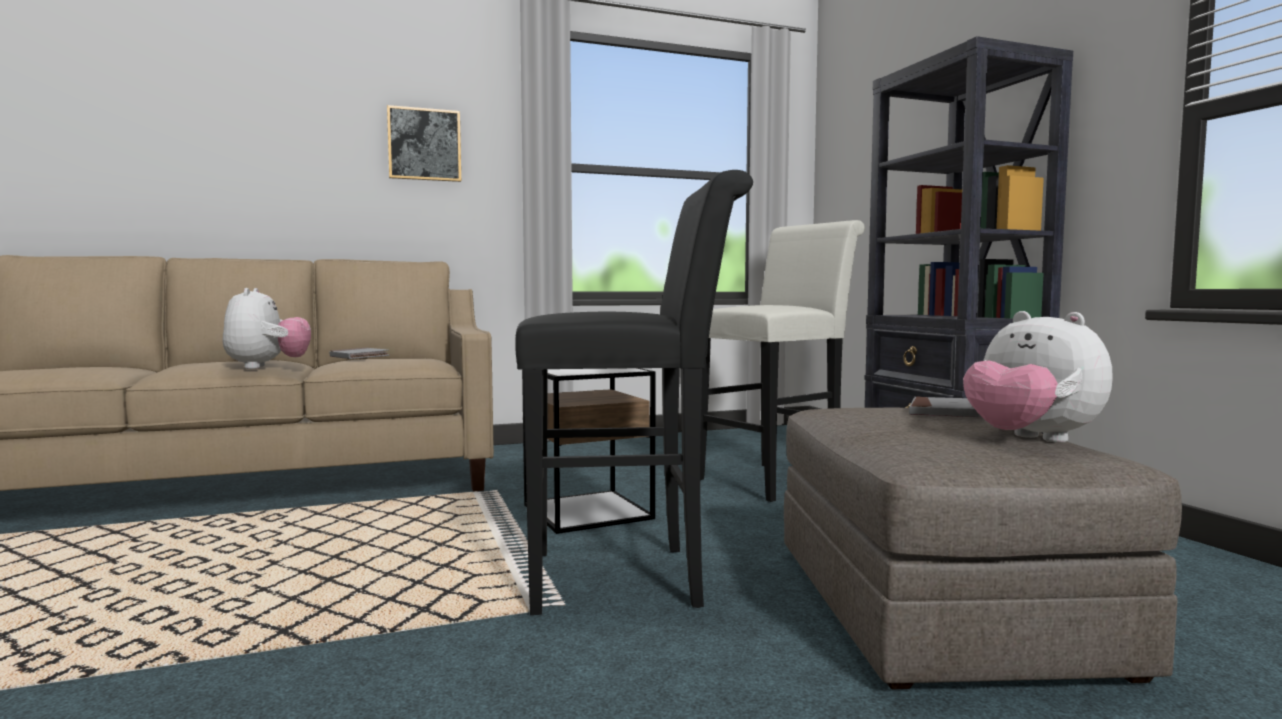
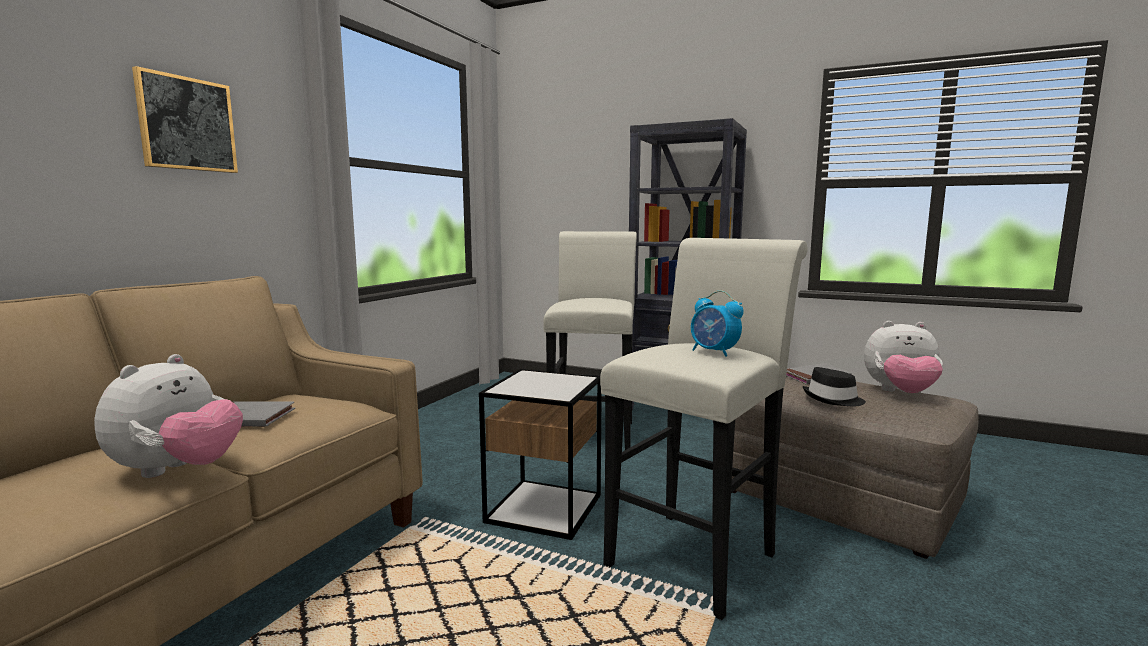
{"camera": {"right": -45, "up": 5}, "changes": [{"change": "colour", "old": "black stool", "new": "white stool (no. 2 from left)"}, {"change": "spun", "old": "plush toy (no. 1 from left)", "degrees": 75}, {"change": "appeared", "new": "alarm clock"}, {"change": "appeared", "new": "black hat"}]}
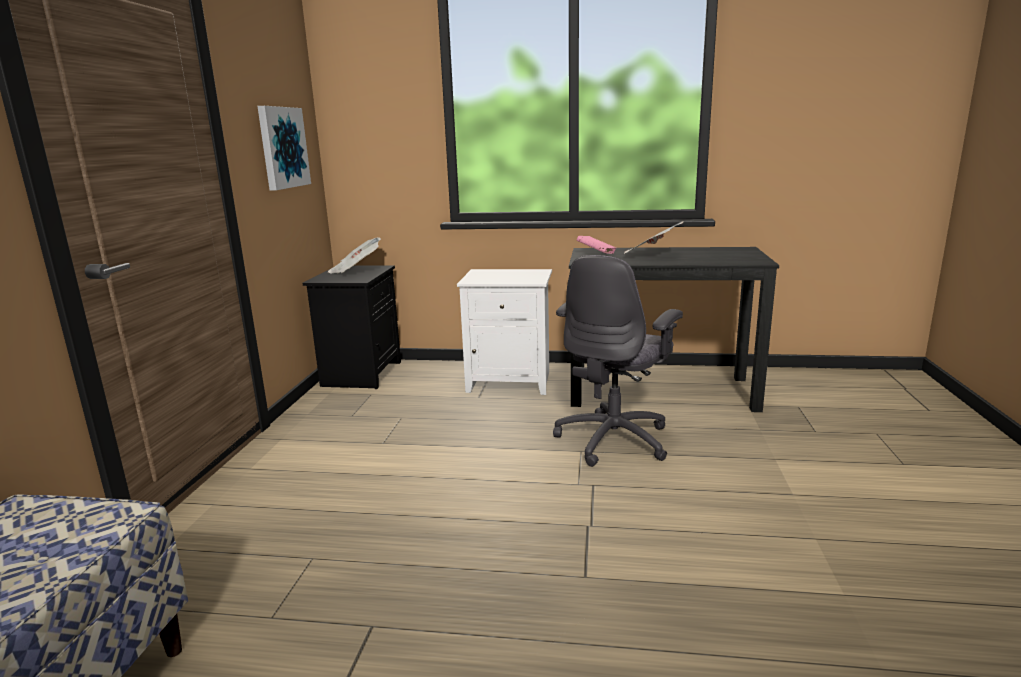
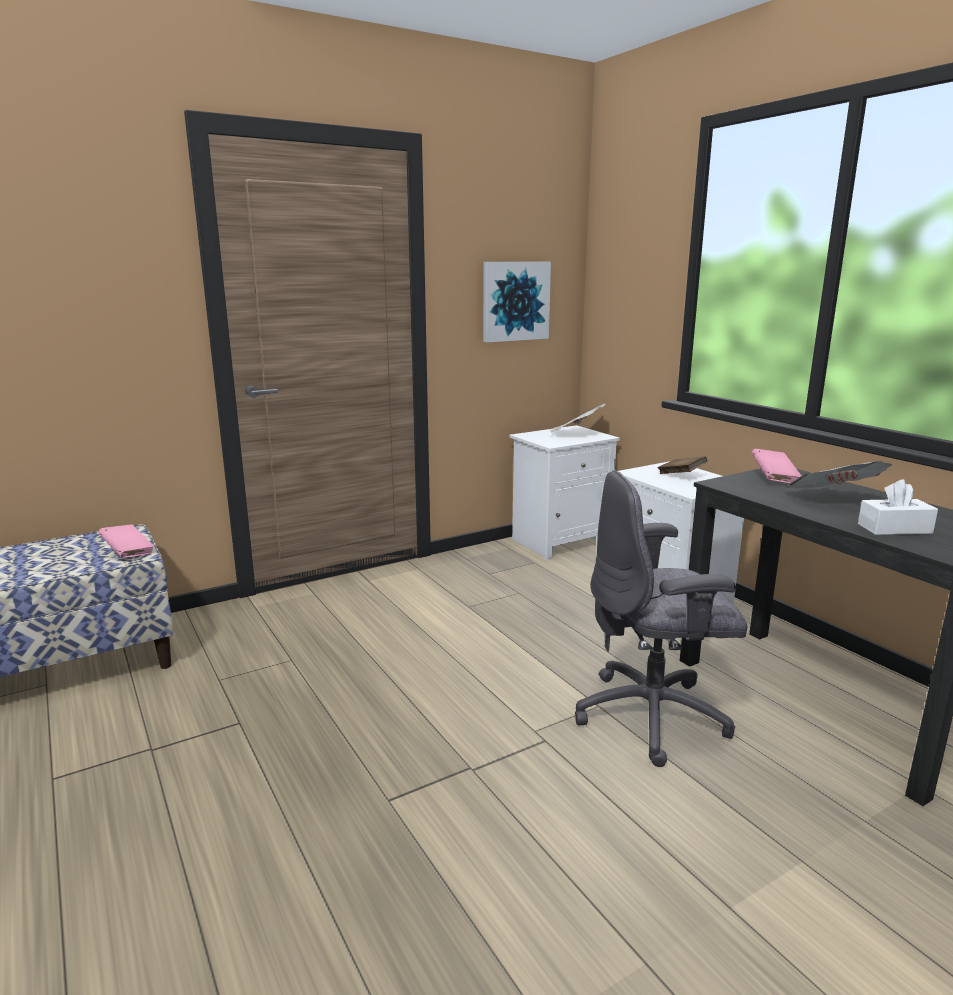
{"camera": {"right": 50, "up": 0}, "changes": [{"change": "colour", "old": "black nightstand", "new": "white nightstand (no. 1 from left)"}, {"change": "appeared", "new": "brown book"}, {"change": "appeared", "new": "white tissue box"}, {"change": "appeared", "new": "pink book (no. 1 from left)"}]}
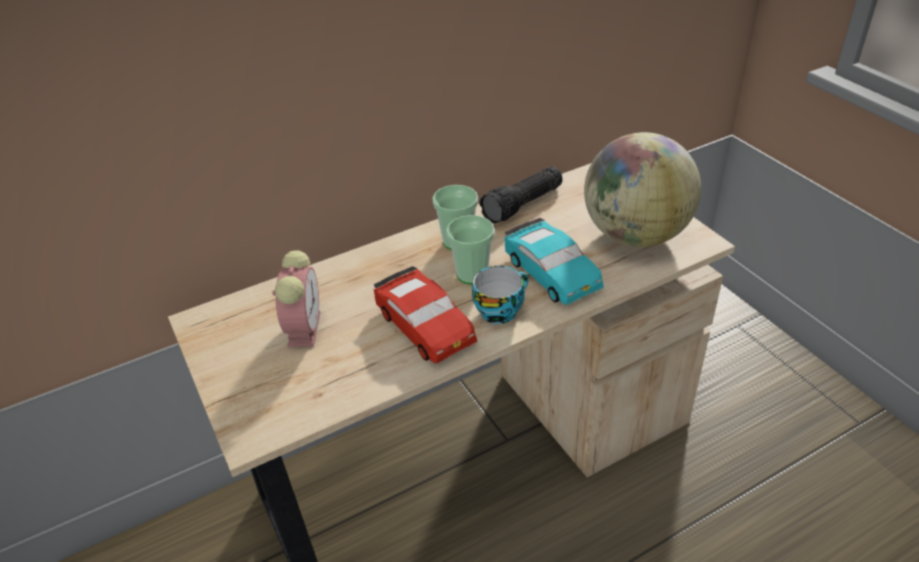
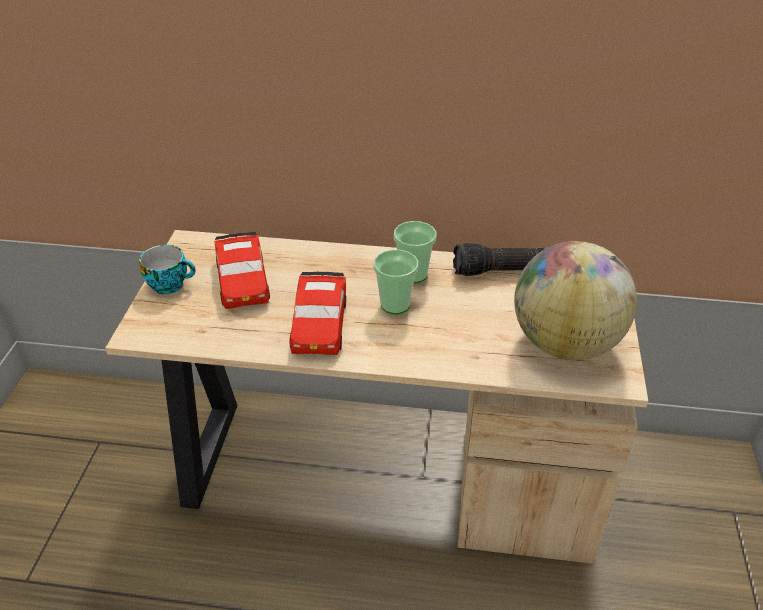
{"camera": {"right": 35, "up": 0}, "changes": [{"change": "missing", "old": "turquoise toy car"}, {"change": "exchanged", "old": "alarm clock", "new": "red toy car (no. 1 from left)"}, {"change": "relocated", "old": "cup (no. 3 from left in the first image)", "new": "cup (no. 1 from left)"}]}
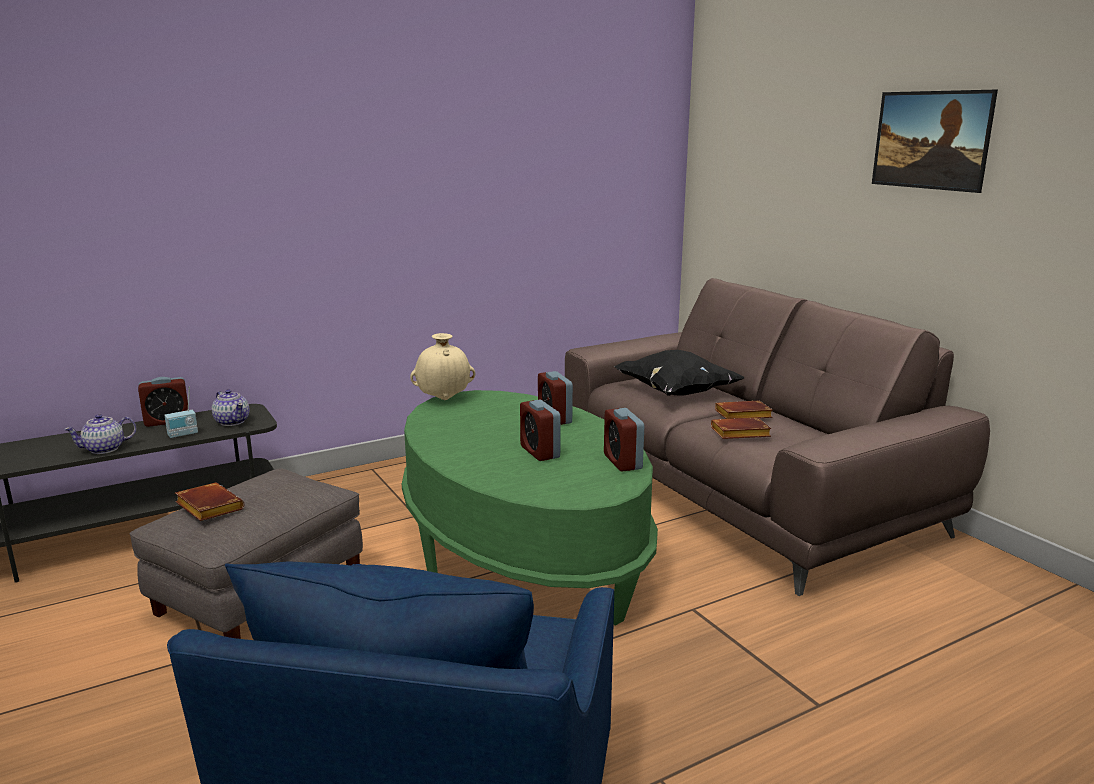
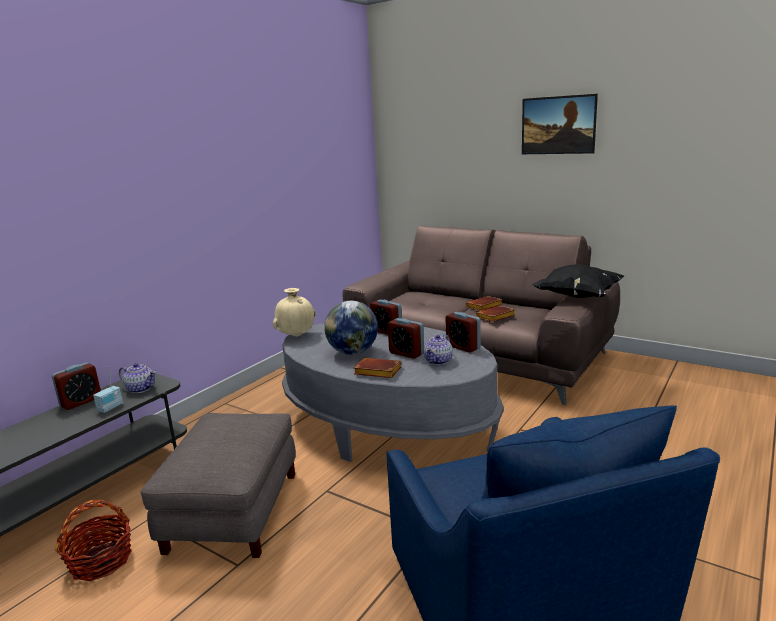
{"camera": {"right": -25, "up": 0}, "changes": [{"change": "relocated", "old": "black pillow"}, {"change": "colour", "old": "green coffee table", "new": "grey coffee table"}, {"change": "relocated", "old": "teapot (no. 1 from left in the first image)", "new": "teapot (no. 2 from left)"}, {"change": "relocated", "old": "brown book (no. 1 from left)"}, {"change": "appeared", "new": "globe"}, {"change": "appeared", "new": "basket"}]}
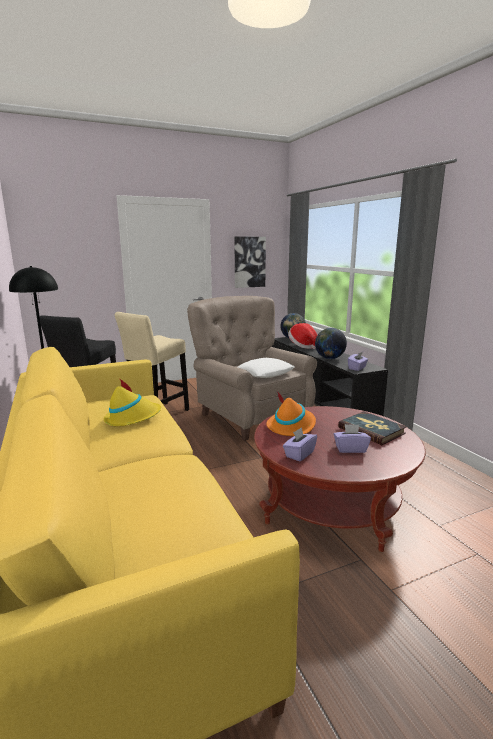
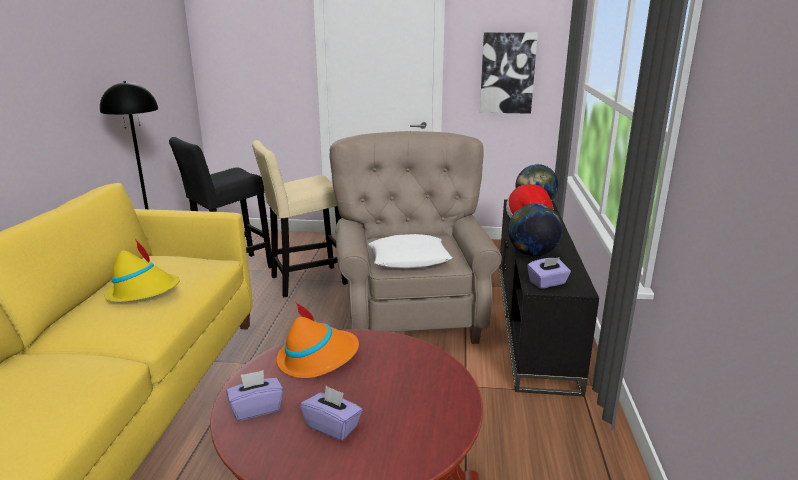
{"camera": {"right": 30, "up": 5}, "changes": [{"change": "missing", "old": "book"}]}
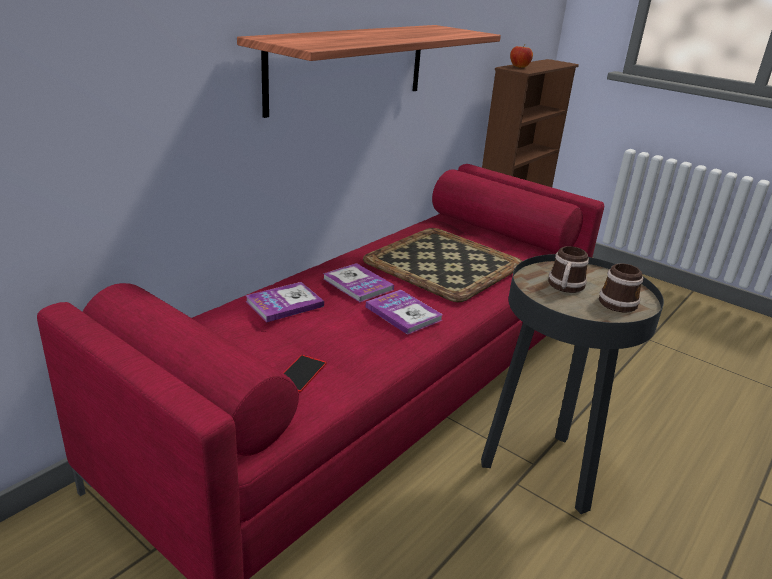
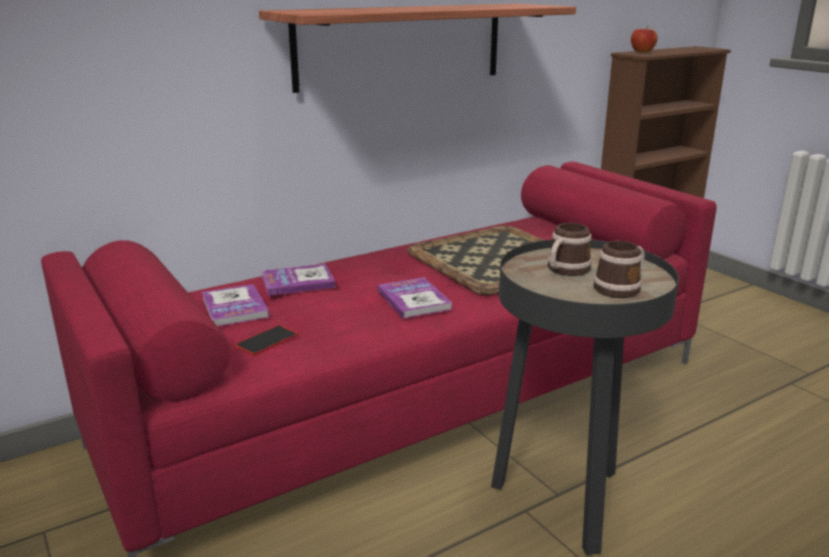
{"camera": {"right": 20, "up": -5}, "changes": [{"change": "relocated", "old": "book (no. 2 from left in the first image)", "new": "book (no. 1 from left)"}]}
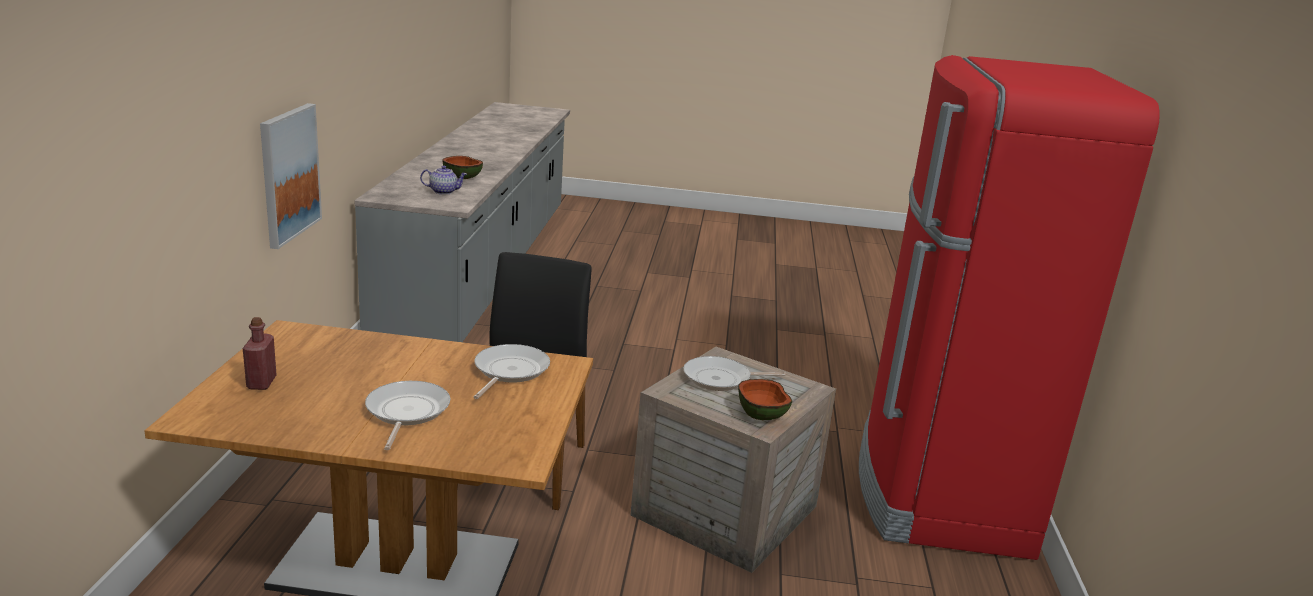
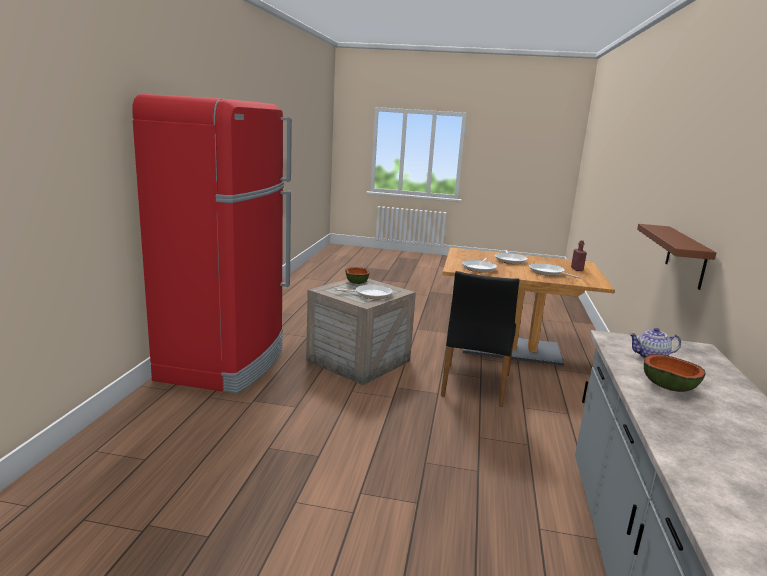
{"camera": {"right": -175, "up": -5}, "changes": [{"change": "exchanged", "old": "picture", "new": "brown shelf"}, {"change": "appeared", "new": "frying pan (no. 4 from left)"}]}
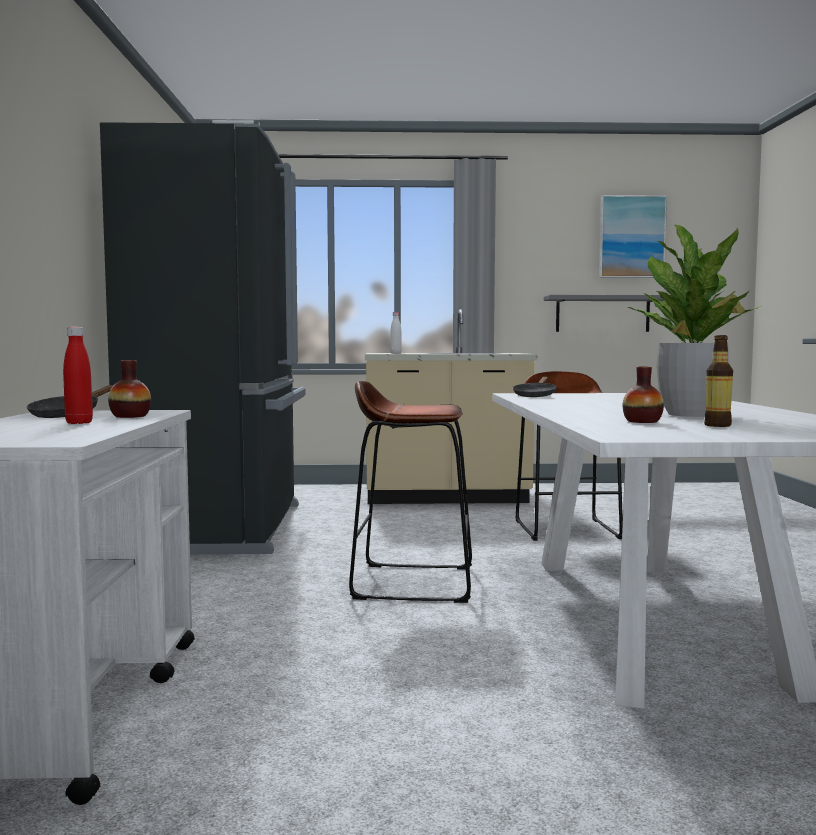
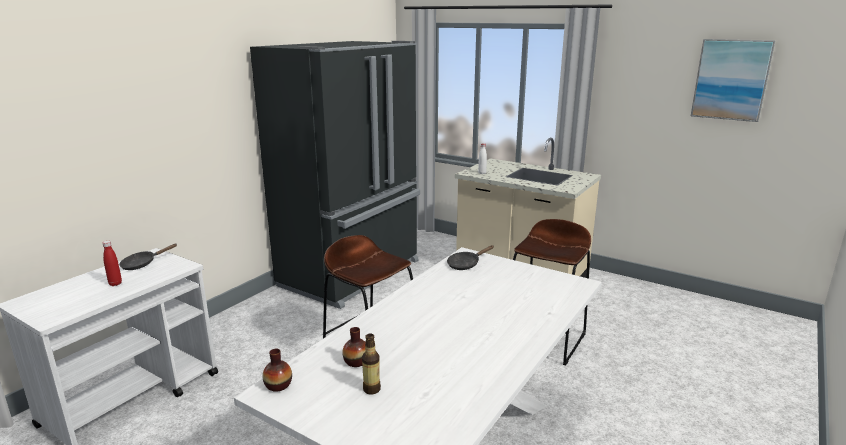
{"camera": {"right": 35, "up": 15}, "changes": [{"change": "missing", "old": "potted plant"}, {"change": "missing", "old": "grey shelf"}, {"change": "relocated", "old": "vase (no. 1 from left)"}]}
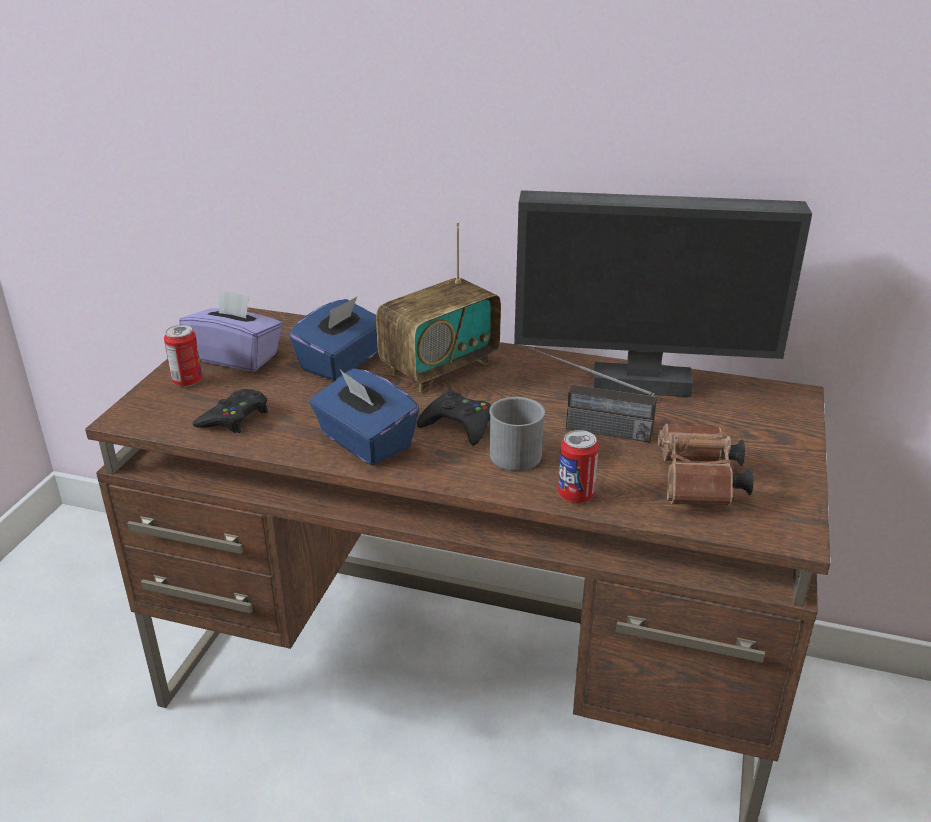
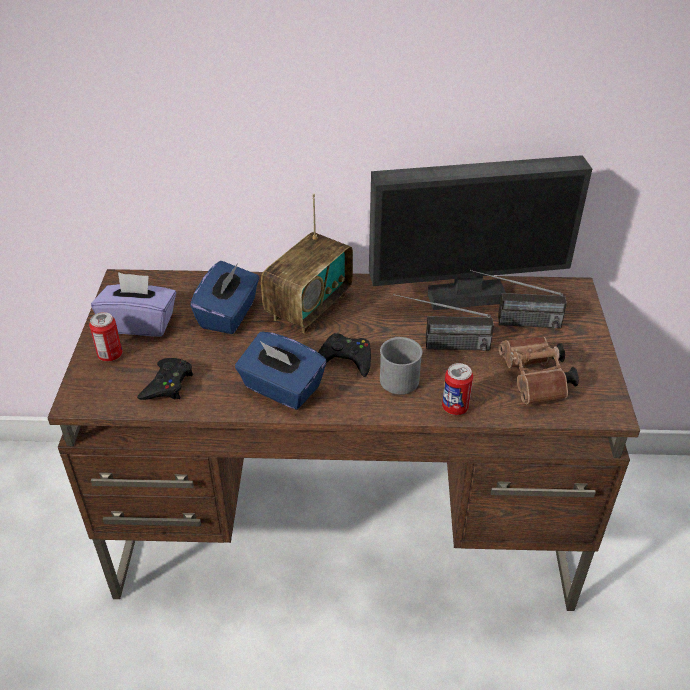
{"camera": {"right": -15, "up": 10}, "changes": [{"change": "appeared", "new": "radio (no. 3 from left)"}]}
